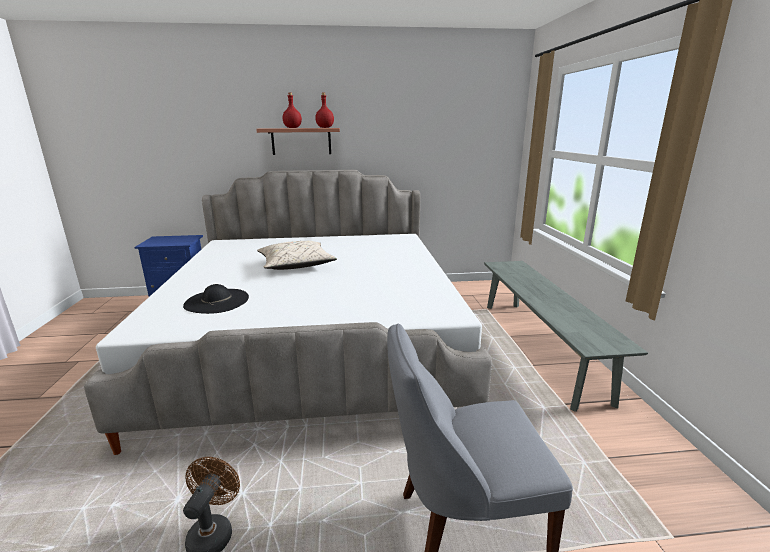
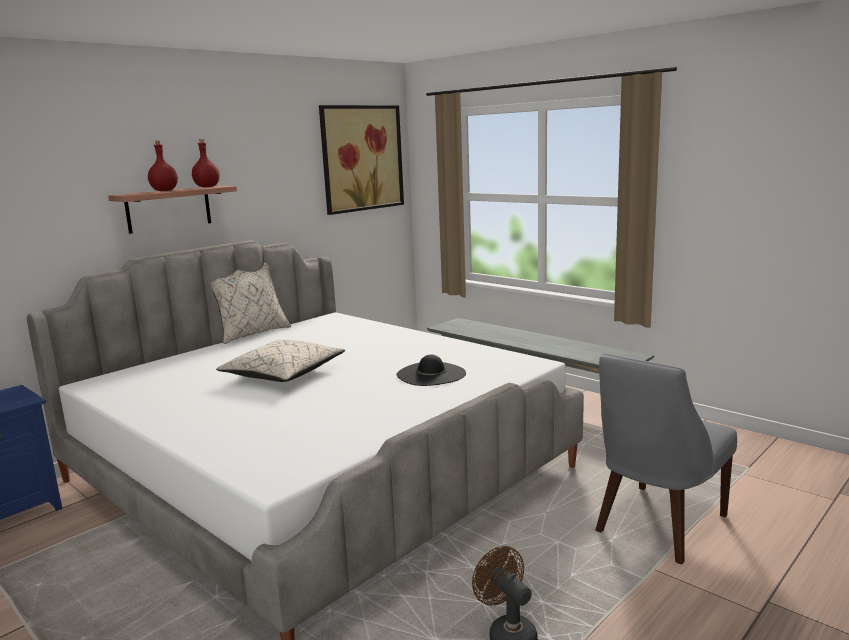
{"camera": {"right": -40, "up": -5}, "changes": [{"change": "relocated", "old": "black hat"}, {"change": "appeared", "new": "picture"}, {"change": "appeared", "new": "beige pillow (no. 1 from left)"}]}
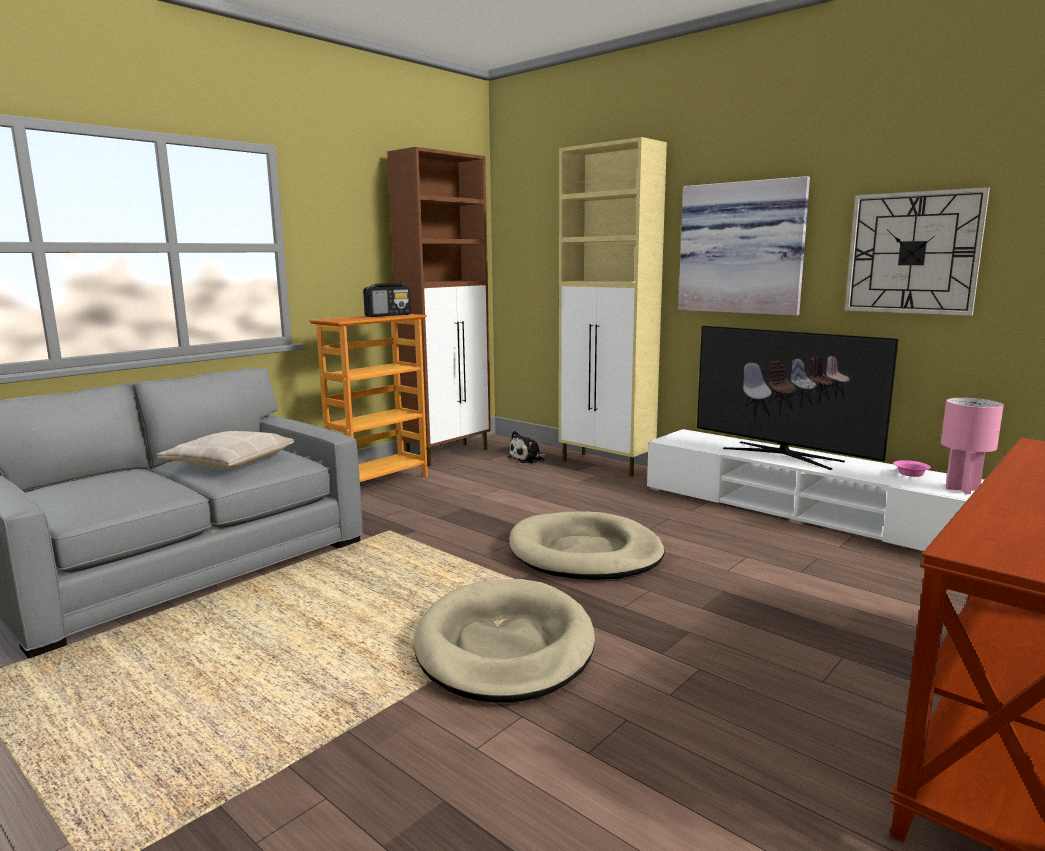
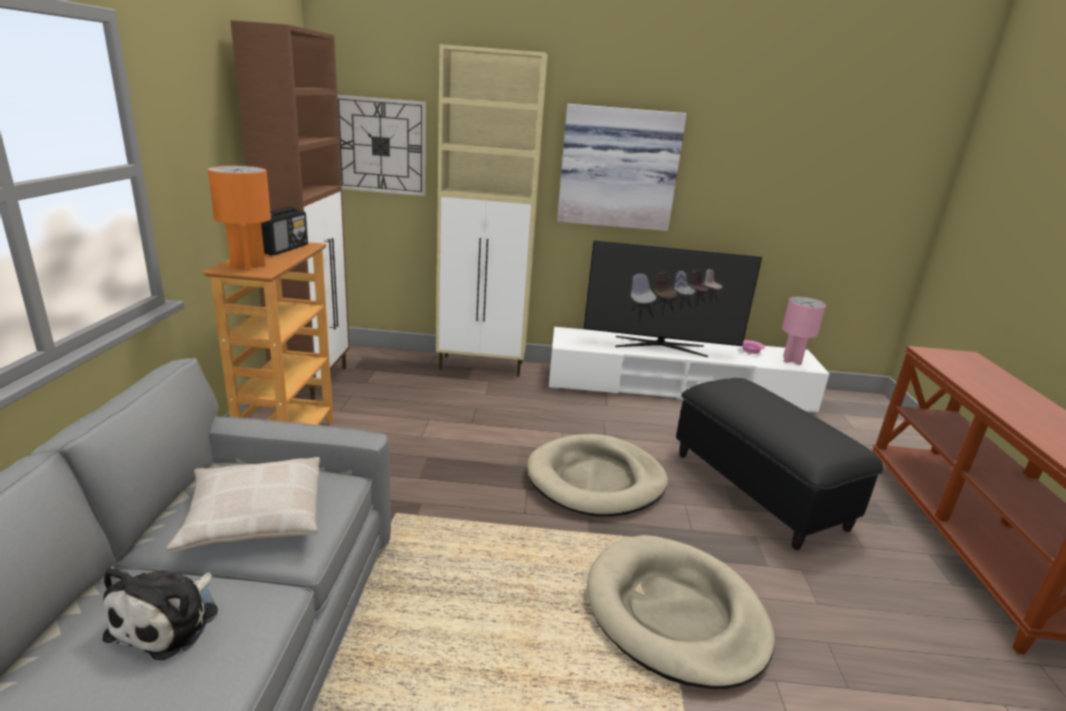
{"camera": {"right": -40, "up": 10}, "changes": [{"change": "relocated", "old": "wall clock"}, {"change": "relocated", "old": "plush toy"}, {"change": "appeared", "new": "orange table lamp"}, {"change": "appeared", "new": "black ottoman"}]}
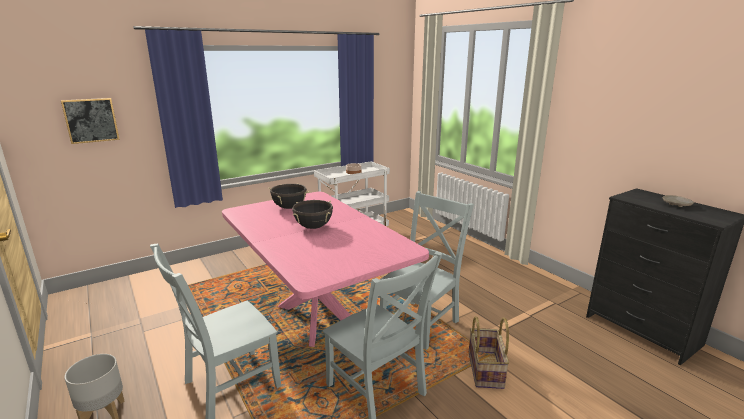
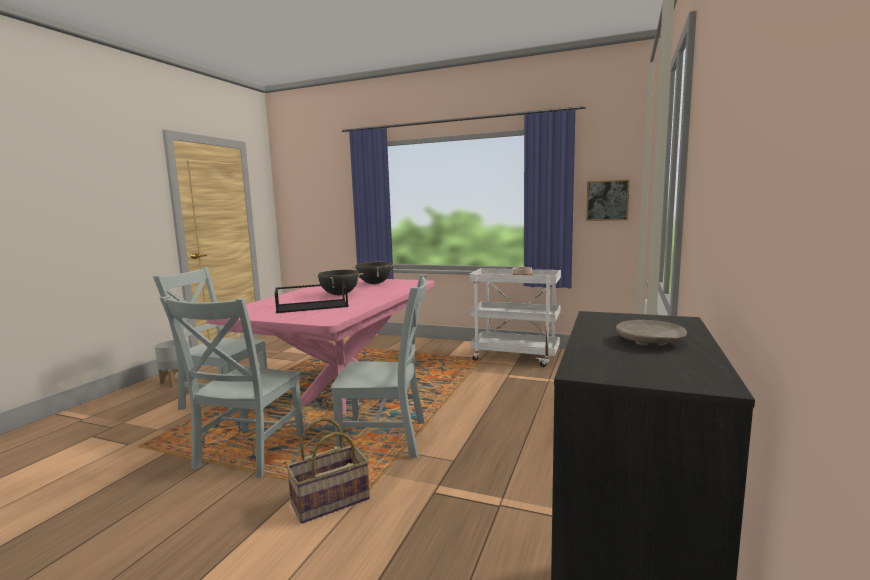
{"camera": {"right": 55, "up": -10}, "changes": [{"change": "relocated", "old": "picture"}, {"change": "appeared", "new": "black tray"}]}
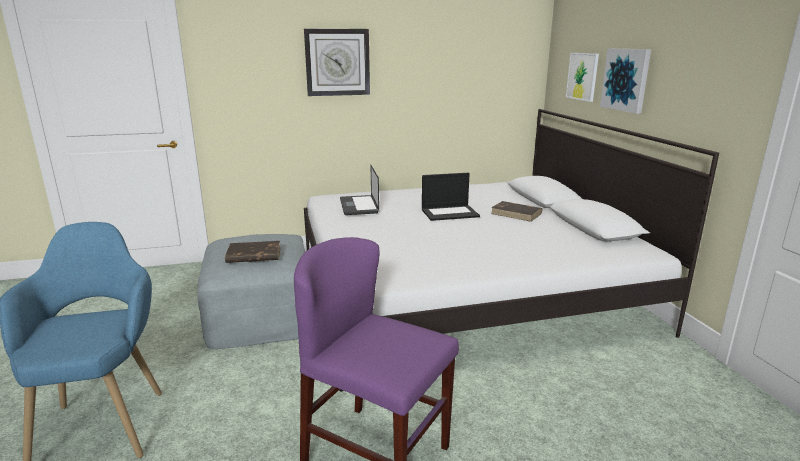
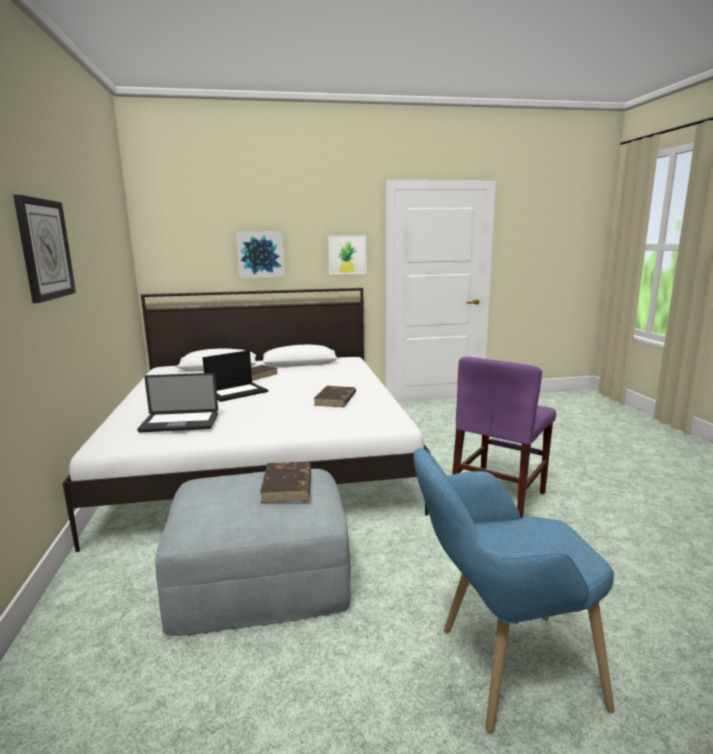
{"camera": {"right": -85, "up": -5}, "changes": [{"change": "relocated", "old": "picture (no. 1 from left in the first image)", "new": "picture (no. 2 from left)"}, {"change": "spun", "old": "laptop (no. 2 from left)", "degrees": 60}, {"change": "appeared", "new": "brown book (no. 3 from left)"}]}
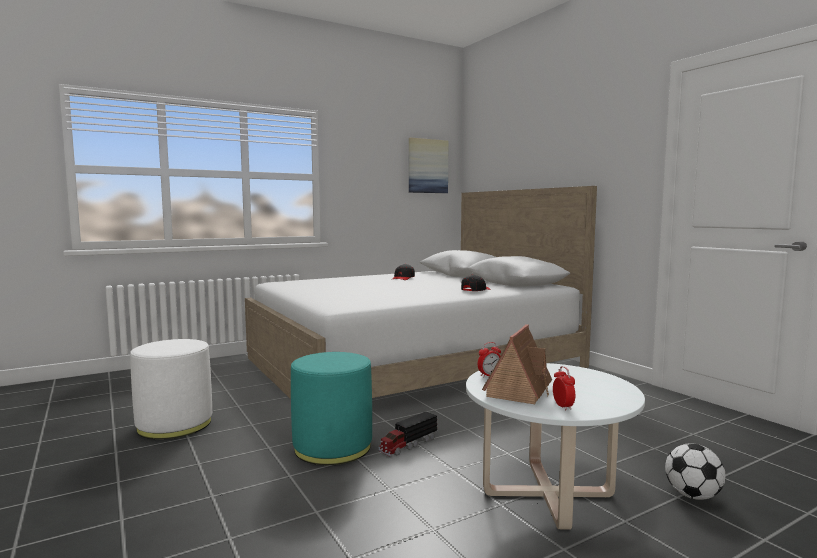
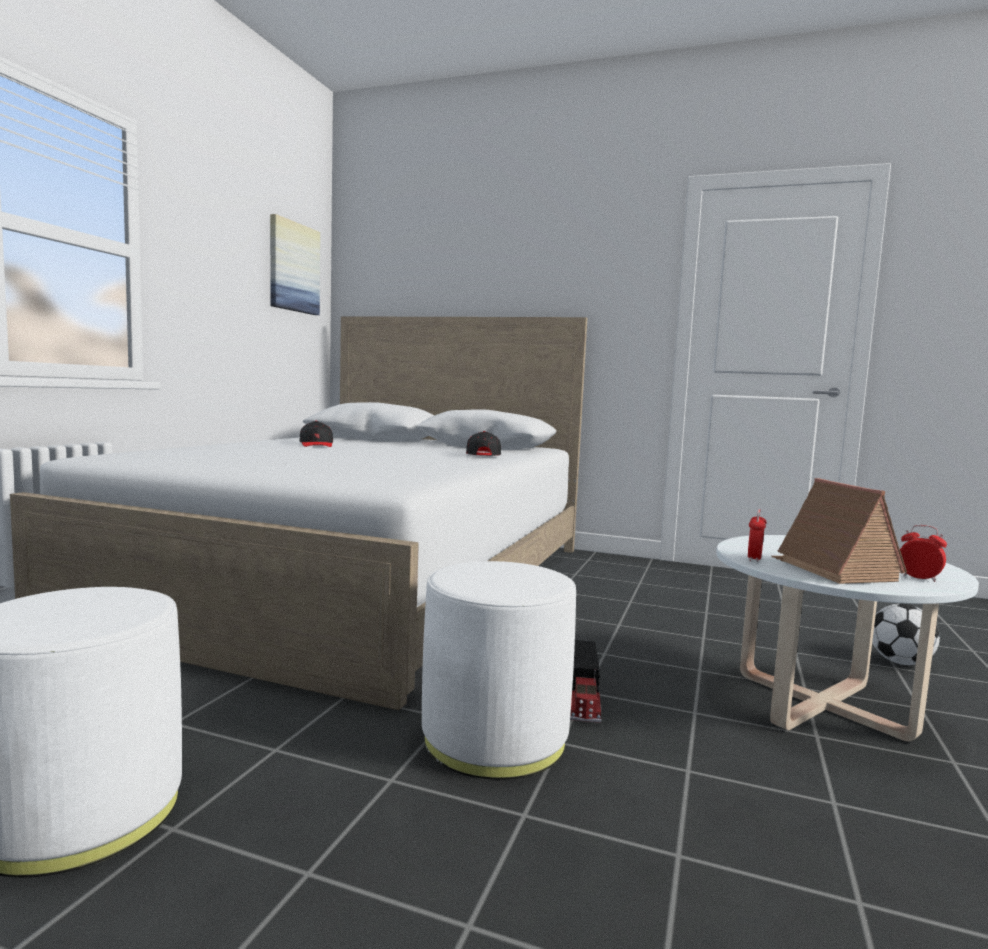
{"camera": {"right": -40, "up": 0}, "changes": [{"change": "colour", "old": "turquoise ottoman", "new": "white ottoman (no. 2 from left)"}]}
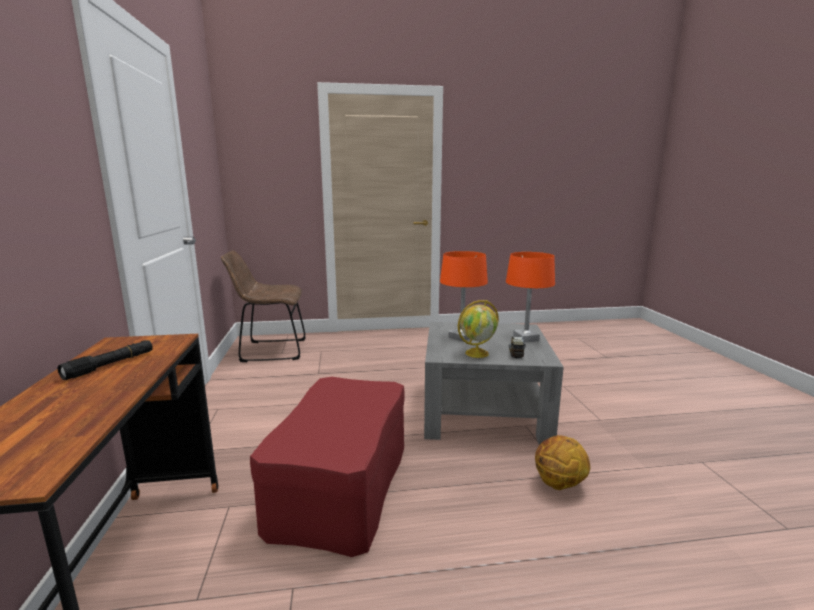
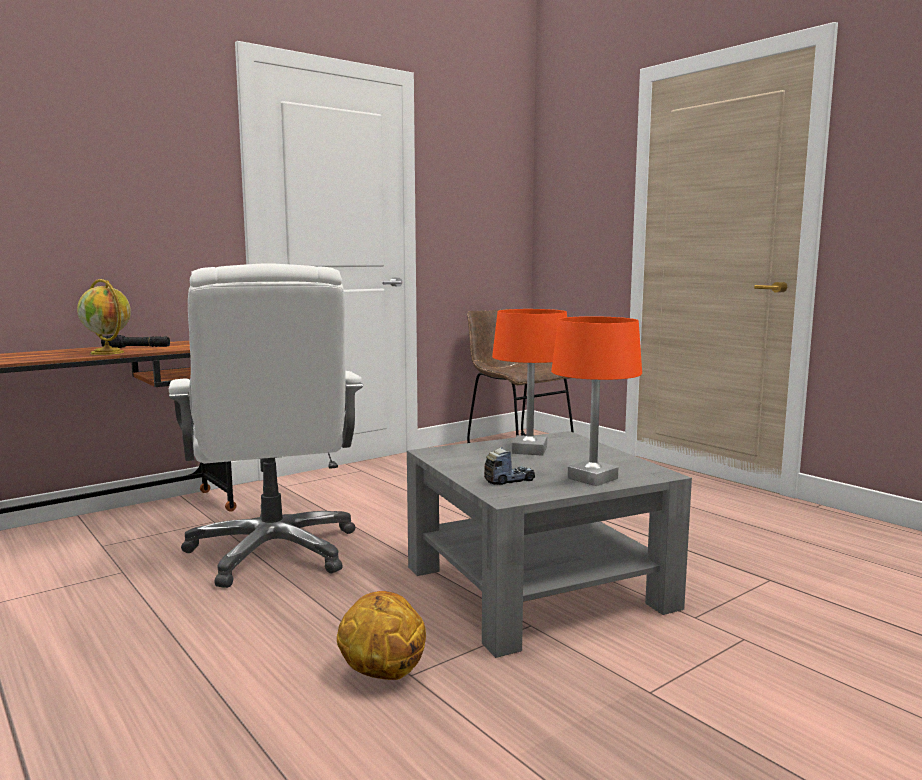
{"camera": {"right": 60, "up": -5}, "changes": [{"change": "relocated", "old": "globe"}, {"change": "exchanged", "old": "red ottoman", "new": "white office chair"}]}
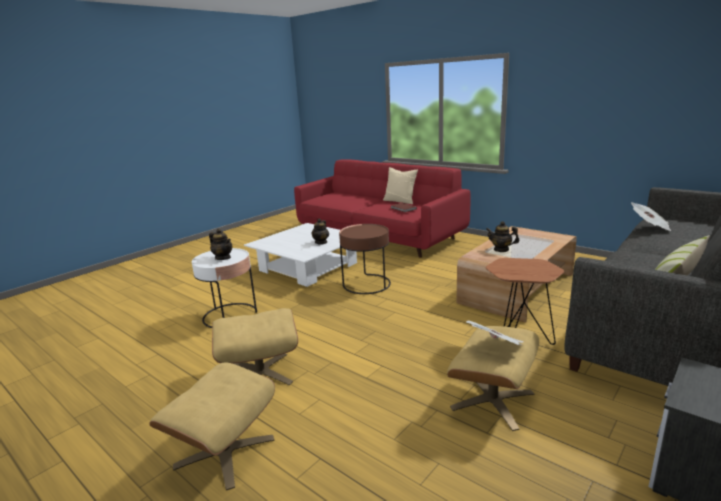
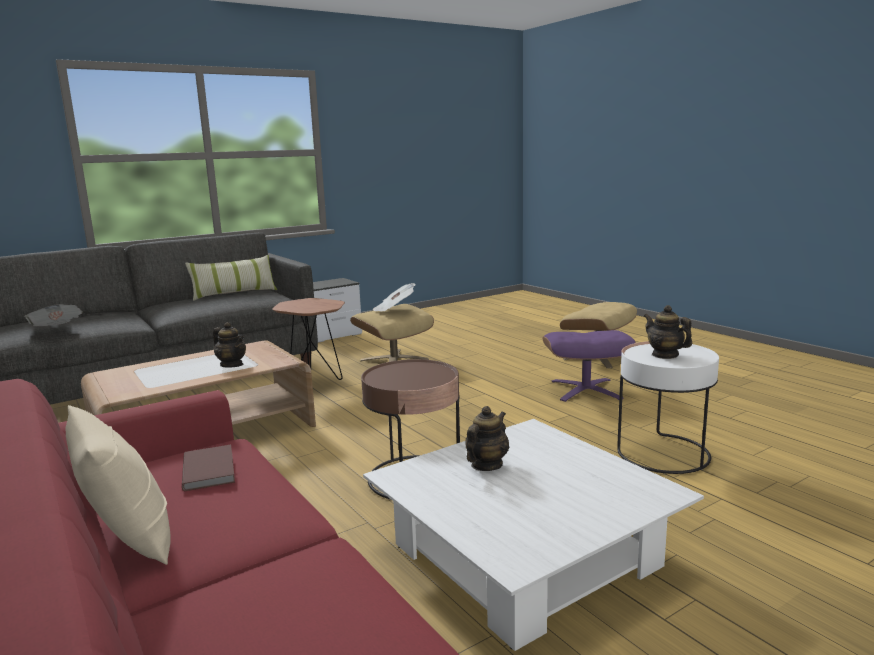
{"camera": {"right": -165, "up": -5}, "changes": [{"change": "colour", "old": "beige ottoman (no. 2 from left)", "new": "purple ottoman"}]}
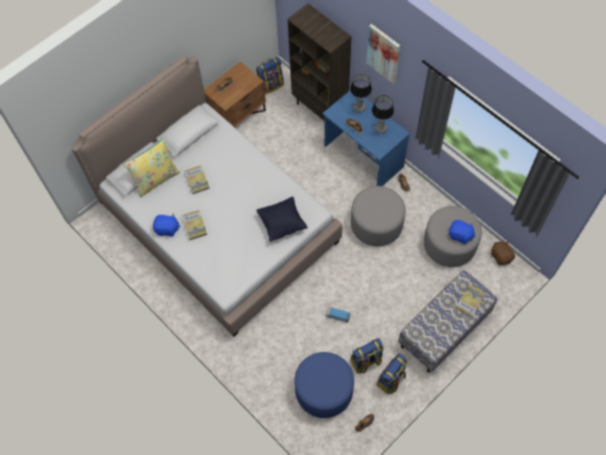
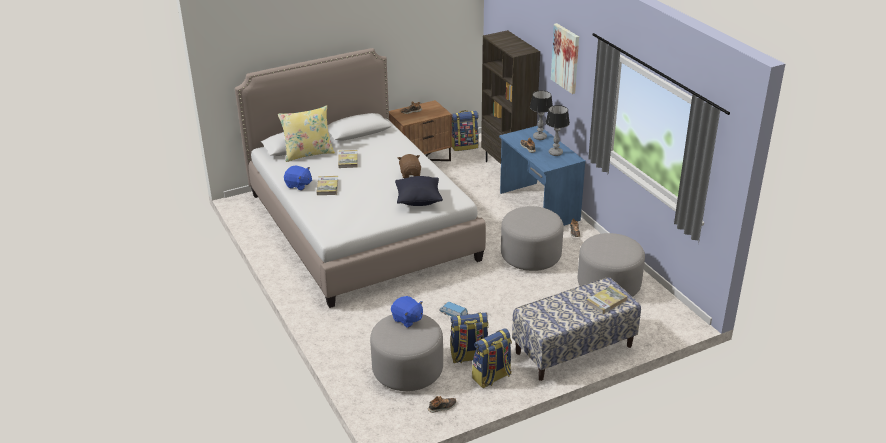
{"camera": {"right": 15, "up": -30}, "changes": [{"change": "relocated", "old": "blue plush toy (no. 2 from left)"}, {"change": "relocated", "old": "brown plush toy"}, {"change": "colour", "old": "blue ottoman", "new": "grey ottoman (no. 1 from left)"}]}
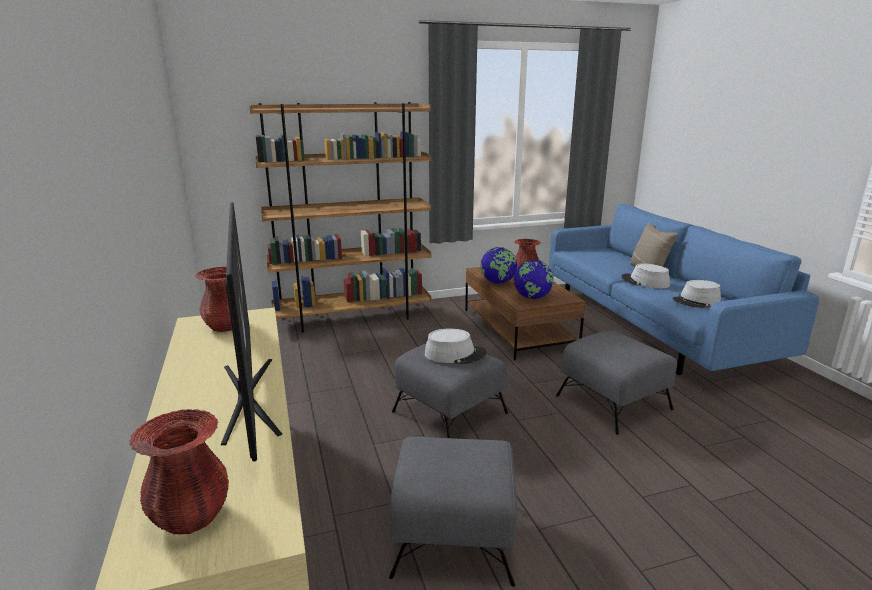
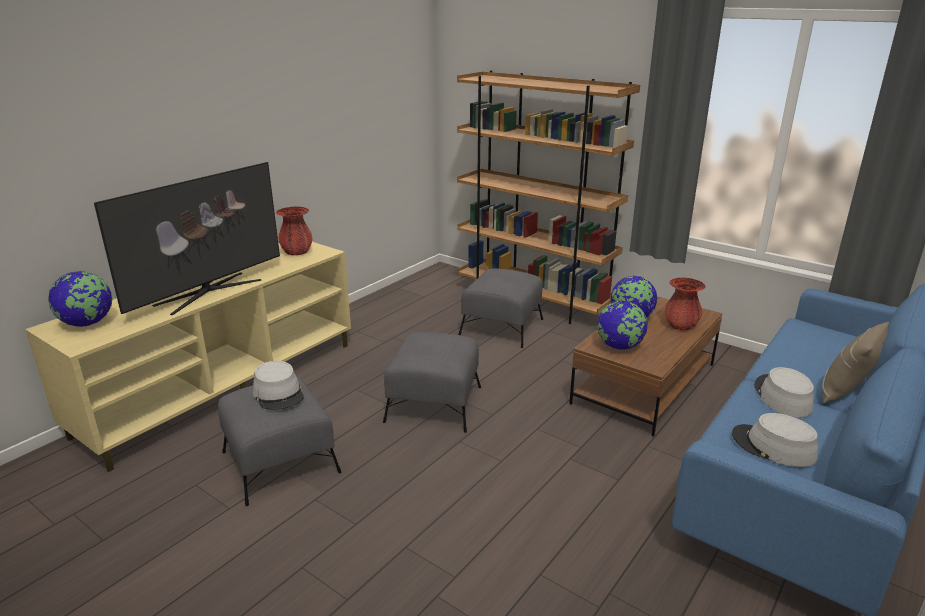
{"camera": {"right": 55, "up": 5}, "changes": [{"change": "relocated", "old": "grey hat (no. 1 from left)"}, {"change": "relocated", "old": "grey ottoman (no. 3 from left)"}, {"change": "exchanged", "old": "red vase (no. 1 from left)", "new": "globe (no. 1 from left)"}]}
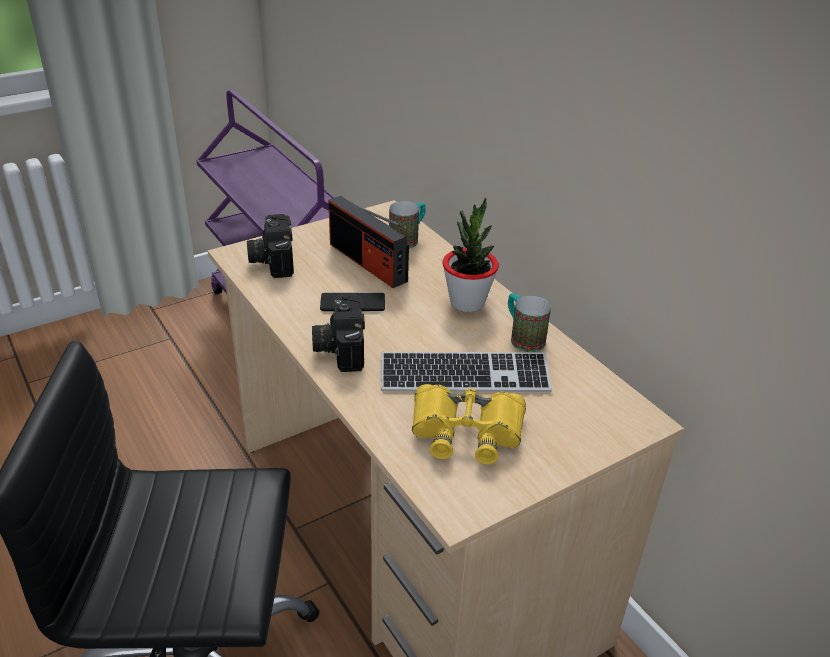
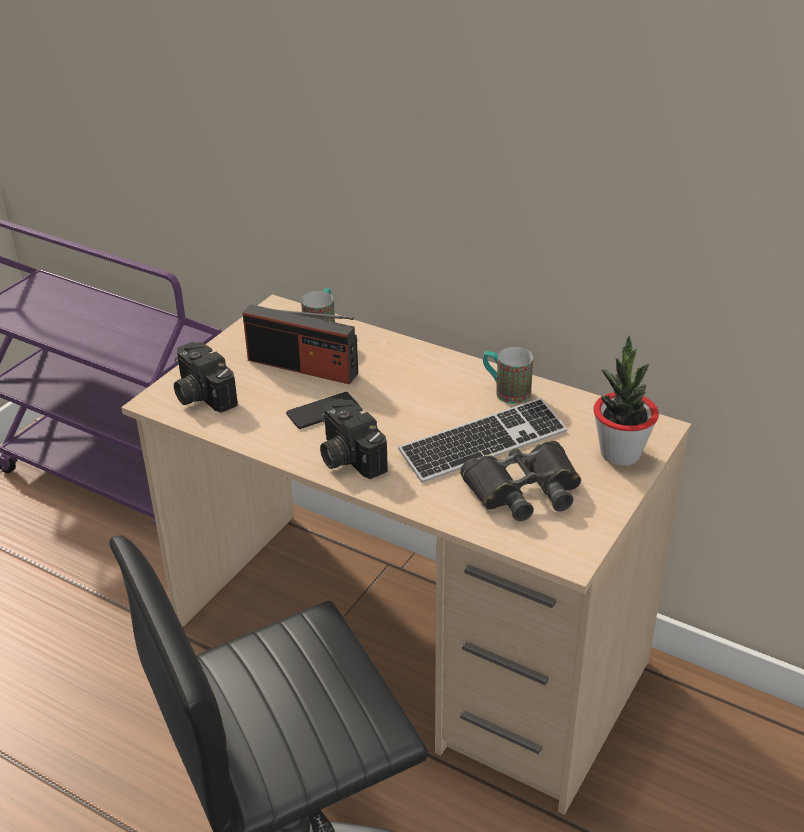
{"camera": {"right": -25, "up": 0}, "changes": [{"change": "relocated", "old": "potted plant"}, {"change": "colour", "old": "yellow binoculars", "new": "black binoculars"}]}
